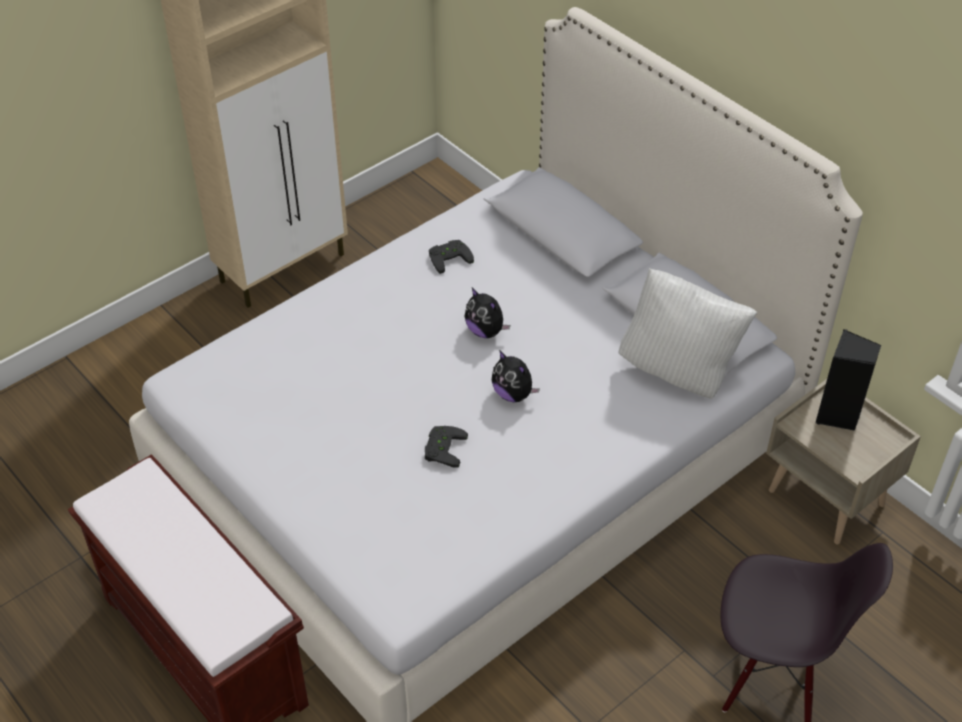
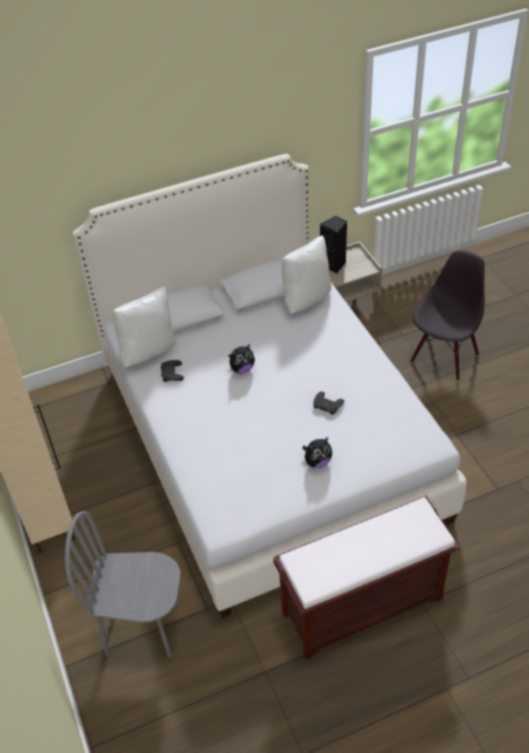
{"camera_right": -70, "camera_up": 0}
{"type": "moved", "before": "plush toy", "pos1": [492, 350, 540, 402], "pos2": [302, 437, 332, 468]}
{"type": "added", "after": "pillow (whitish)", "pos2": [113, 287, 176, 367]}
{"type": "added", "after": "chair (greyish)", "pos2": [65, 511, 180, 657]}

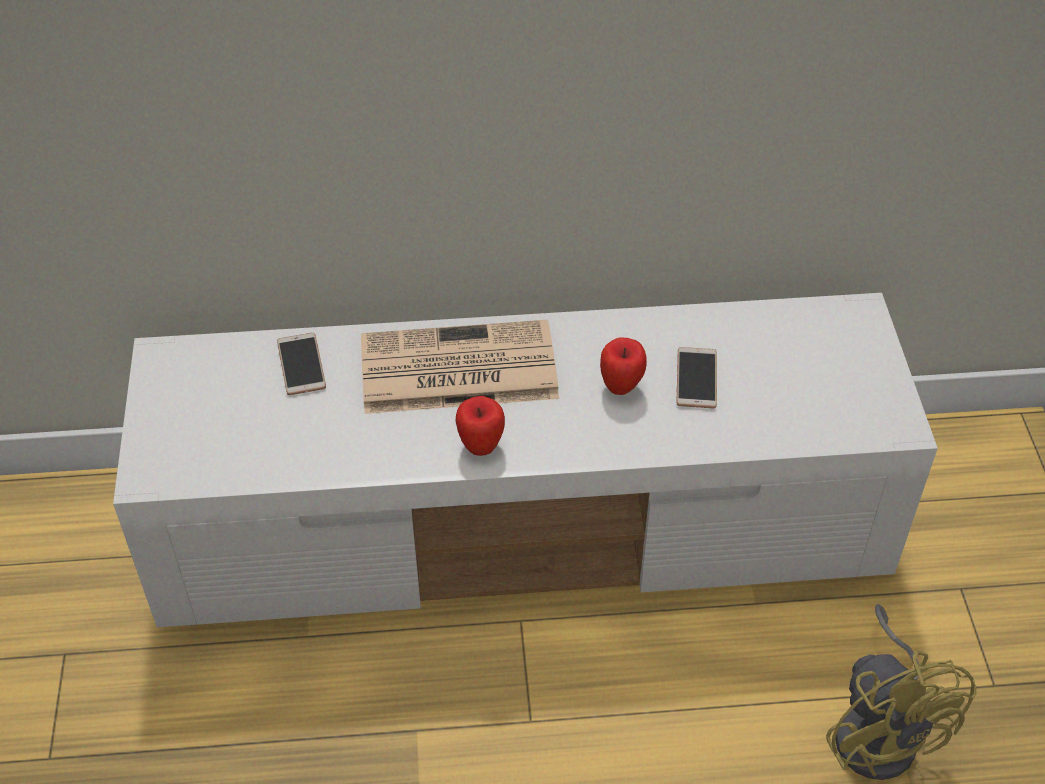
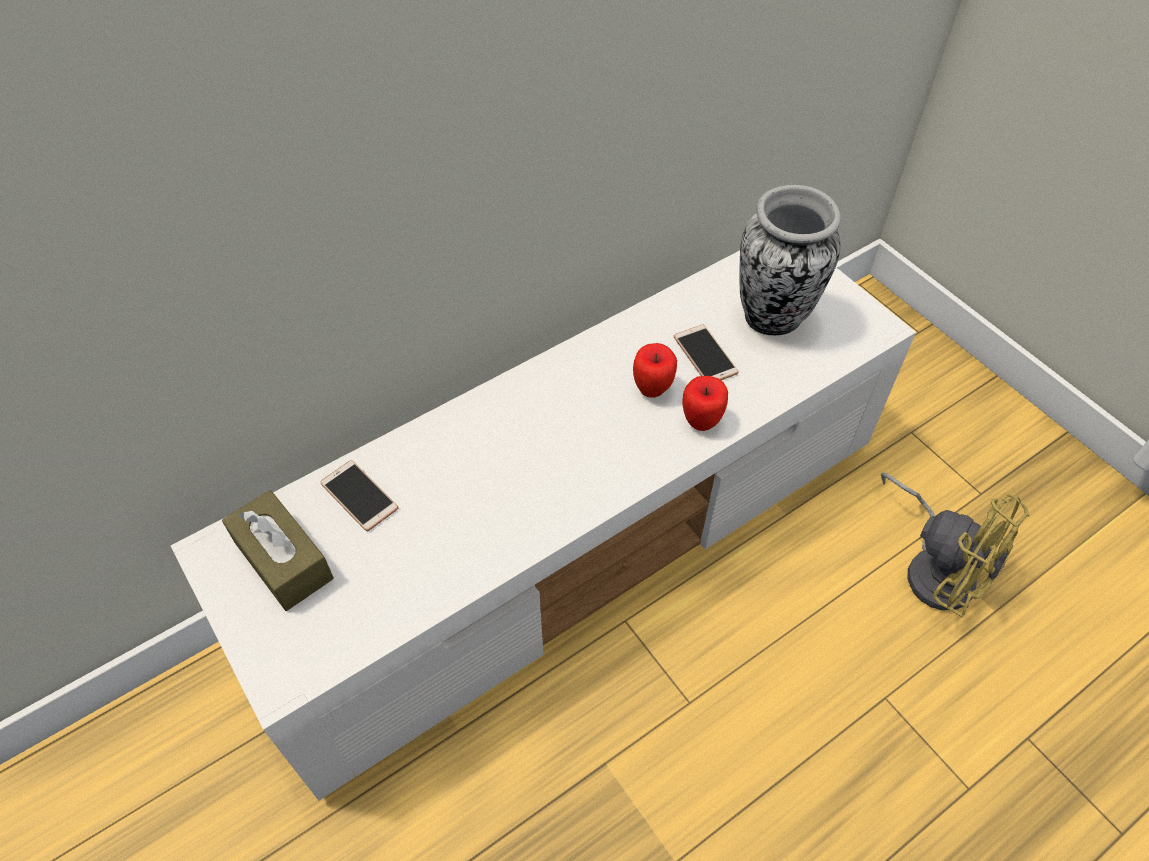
{"camera_right": -30, "camera_up": 5}
{"type": "removed", "before": "newspaper", "pos1": [361, 320, 559, 414]}
{"type": "moved", "before": "apple", "pos1": [455, 396, 505, 456], "pos2": [682, 376, 728, 431]}
{"type": "added", "after": "flower vase", "pos2": [740, 185, 841, 336]}
{"type": "added", "after": "box of tissues (brown-coloured)", "pos2": [222, 490, 334, 611]}

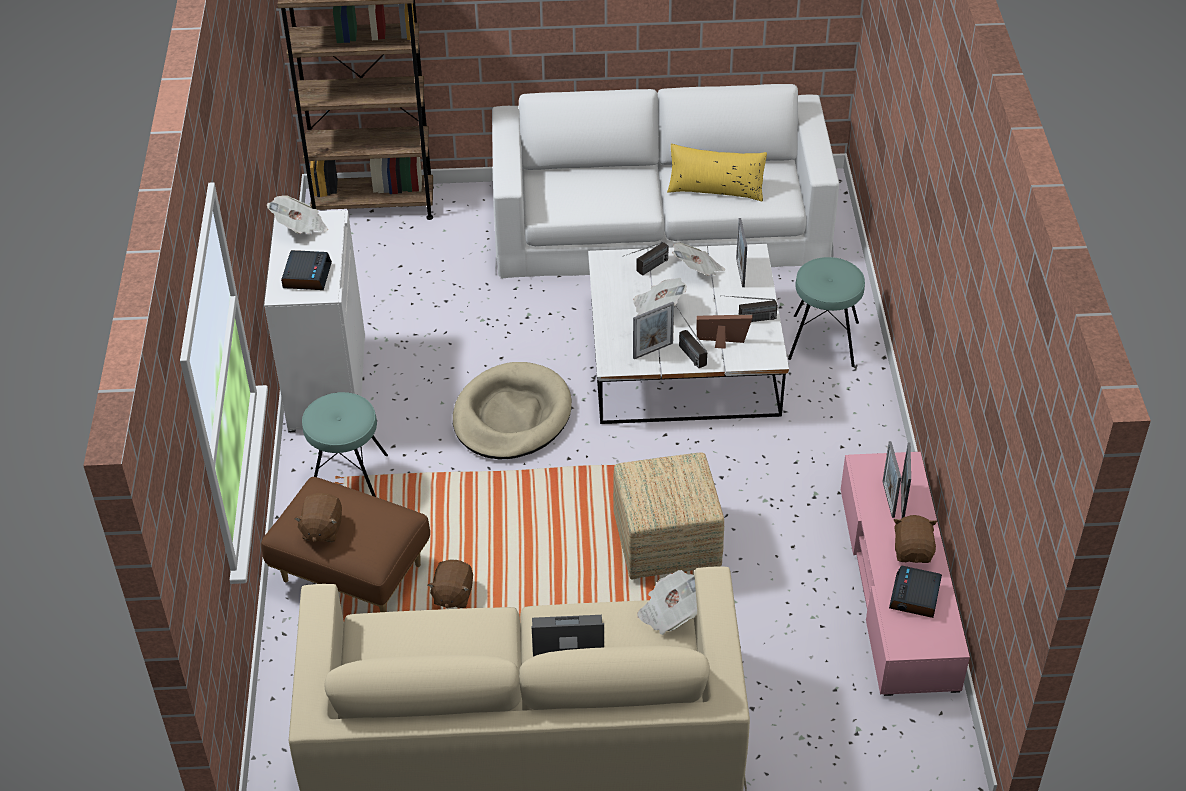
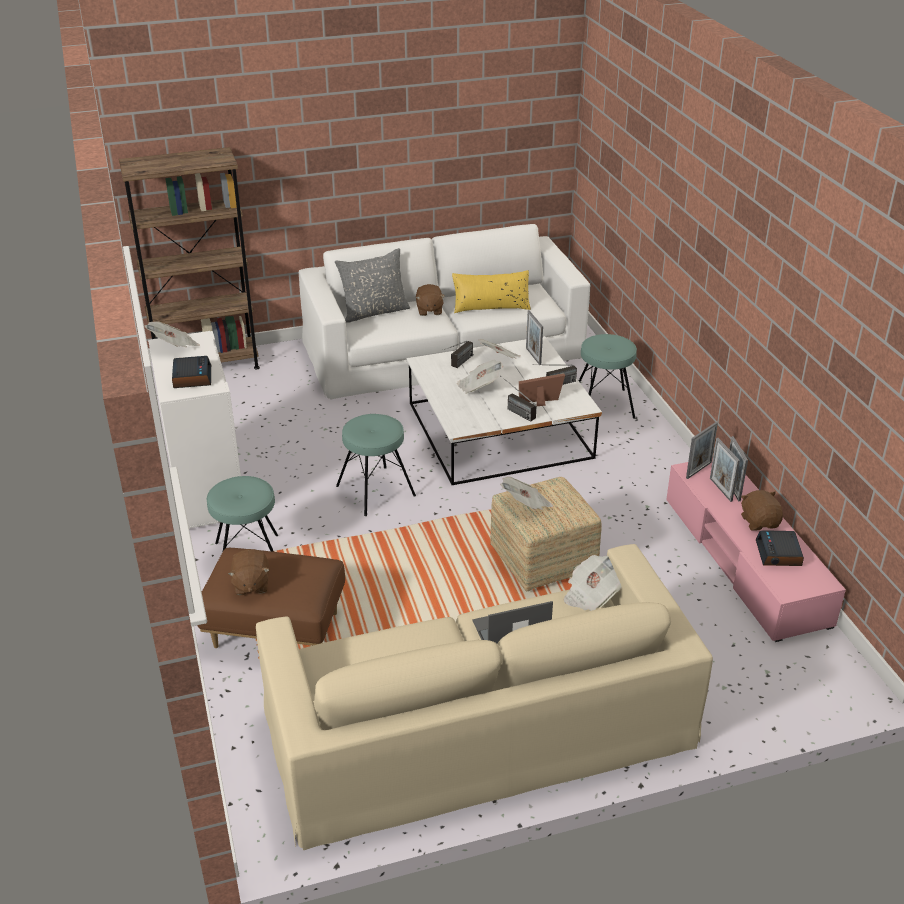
{"camera_right": -15, "camera_up": -10}
{"type": "moved", "before": "photo frame", "pos1": [633, 302, 674, 359], "pos2": [686, 422, 718, 479]}
{"type": "replaced", "before": "dog bed (beige)", "after": "stool (turquoise-coloured)", "pos1": [453, 362, 572, 459], "pos2": [336, 414, 416, 516]}
{"type": "moved", "before": "plush toy (brown-coloured)", "pos1": [428, 560, 473, 608], "pos2": [416, 284, 445, 316]}
{"type": "added", "after": "pillow (greyish)", "pos2": [335, 248, 410, 323]}
{"type": "added", "after": "newspaper", "pos2": [500, 477, 553, 510]}

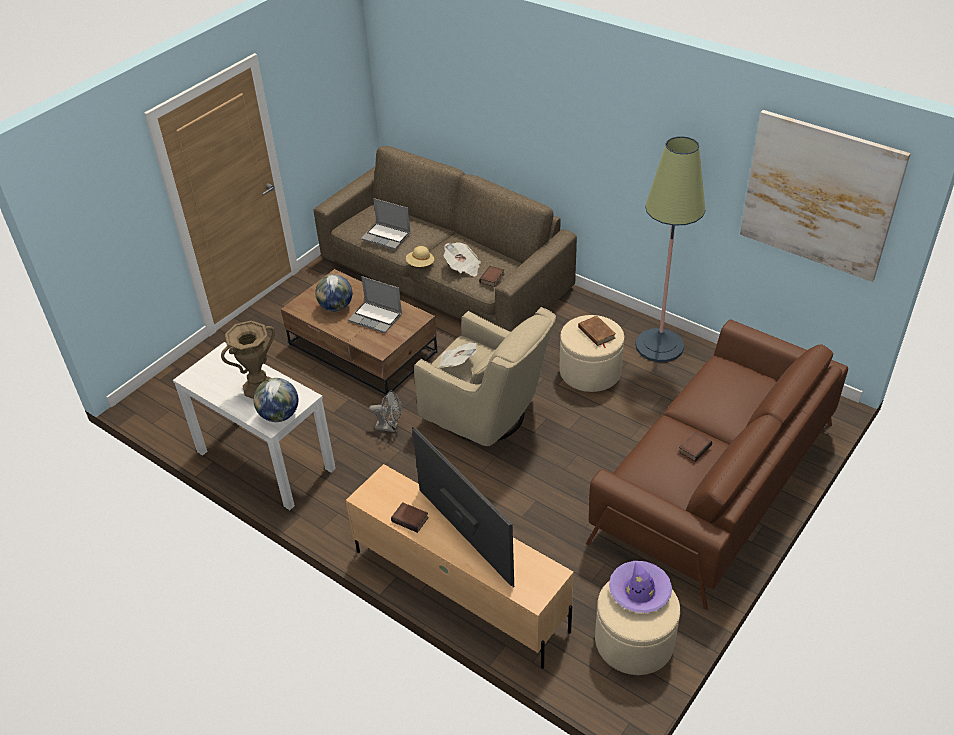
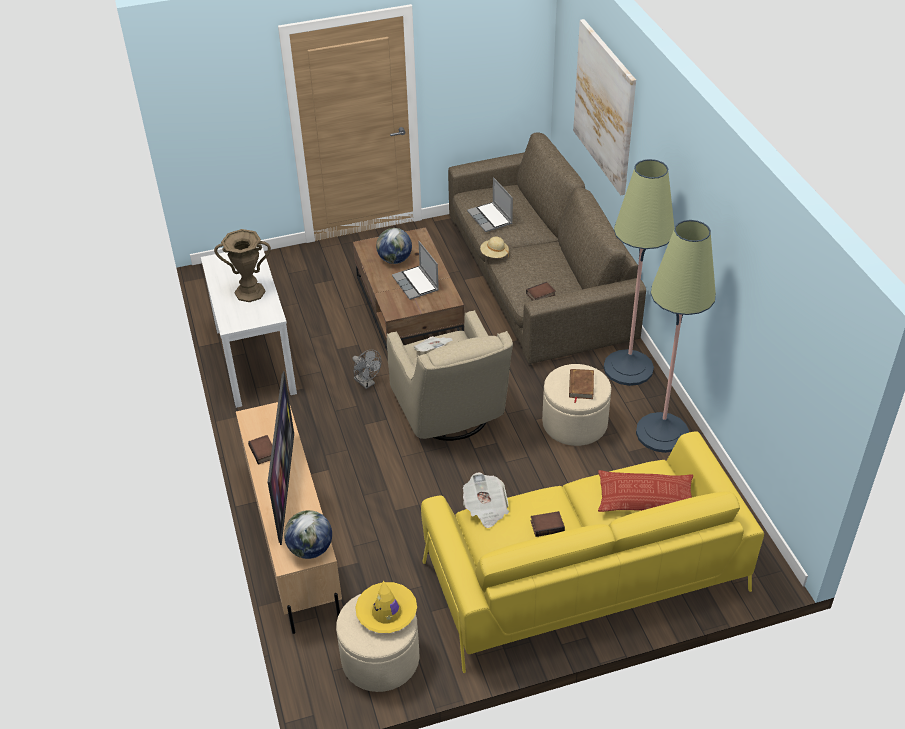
{"camera_right": 35, "camera_up": 0}
{"type": "moved", "before": "picture", "pos1": [740, 110, 911, 282], "pos2": [573, 19, 636, 195]}
{"type": "moved", "before": "newspaper", "pos1": [443, 242, 481, 277], "pos2": [463, 472, 509, 528]}
{"type": "recoloured", "before": "couch (brown-coloured)", "after": "couch (yellow-coloured)", "pos1": [586, 319, 848, 610], "pos2": [421, 431, 764, 673]}
{"type": "moved", "before": "globe", "pos1": [254, 378, 298, 422], "pos2": [284, 510, 332, 559]}
{"type": "recoloured", "before": "clothing hat (purple-coloured)", "after": "clothing hat (yellow-coloured)", "pos1": [609, 561, 672, 613], "pos2": [355, 581, 417, 633]}
{"type": "added", "after": "standing lamp", "pos2": [604, 159, 674, 386]}
{"type": "added", "after": "pillow", "pos2": [598, 470, 693, 512]}

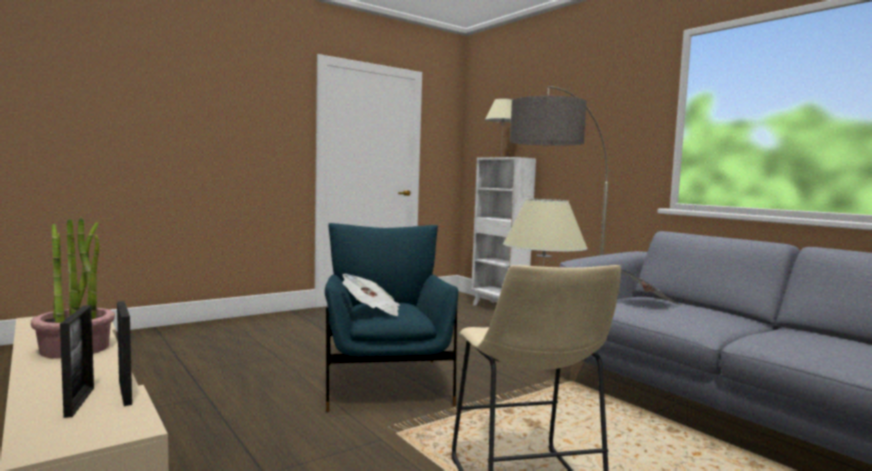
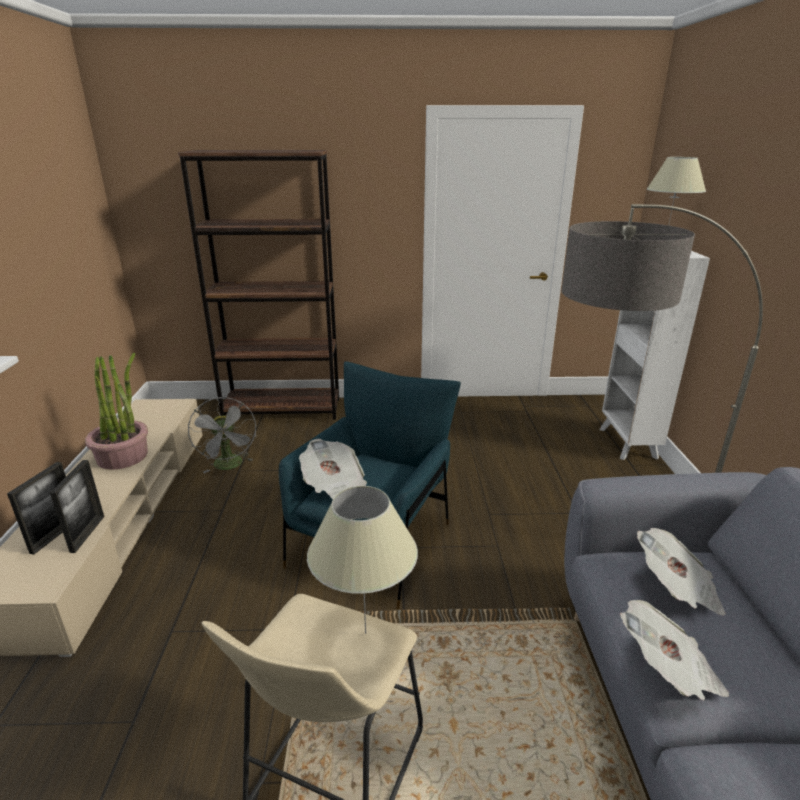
{"camera_right": 35, "camera_up": 20}
{"type": "added", "after": "bookcase (brown-coloured)", "pos2": [178, 150, 339, 420]}
{"type": "added", "after": "electric fan (greyish)", "pos2": [188, 397, 256, 473]}
{"type": "added", "after": "newspaper", "pos2": [620, 600, 729, 700]}

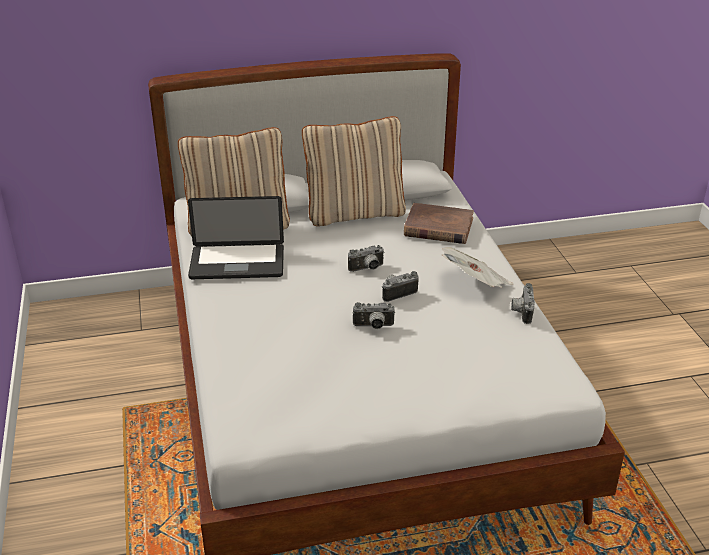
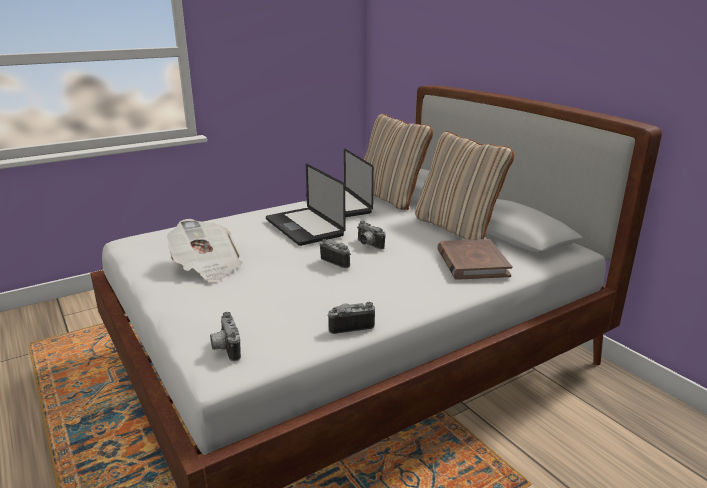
{"camera_right": 70, "camera_up": -10}
{"type": "moved", "before": "newspaper", "pos1": [442, 247, 513, 288], "pos2": [167, 219, 242, 283]}
{"type": "moved", "before": "still camera", "pos1": [352, 302, 395, 329], "pos2": [210, 312, 241, 361]}
{"type": "added", "after": "notebook computer", "pos2": [266, 164, 345, 246]}

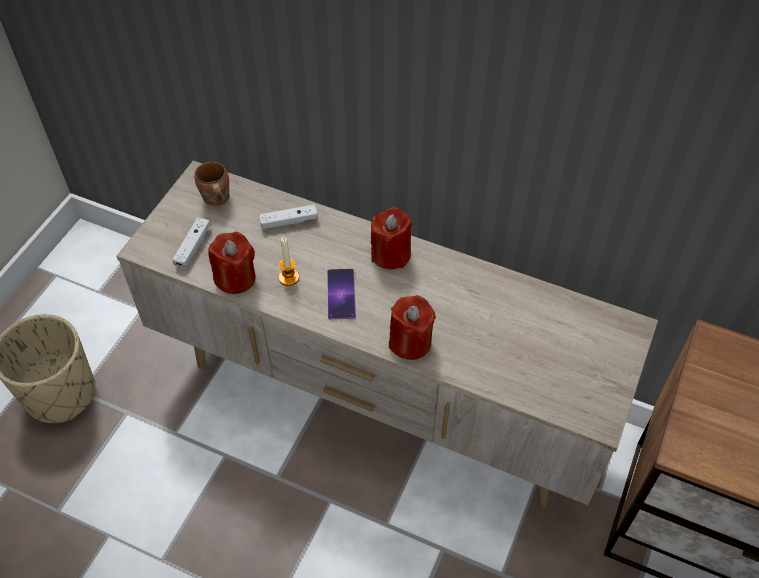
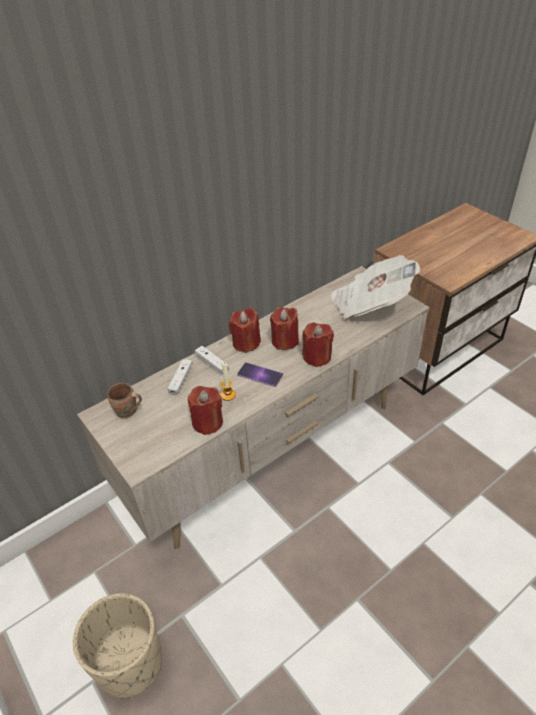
{"camera_right": -60, "camera_up": -10}
{"type": "moved", "before": "joypad (whitish)", "pos1": [172, 217, 211, 269], "pos2": [195, 346, 229, 375]}
{"type": "added", "after": "newspaper", "pos2": [331, 255, 420, 319]}
{"type": "added", "after": "candle (reddish)", "pos2": [270, 307, 299, 350]}

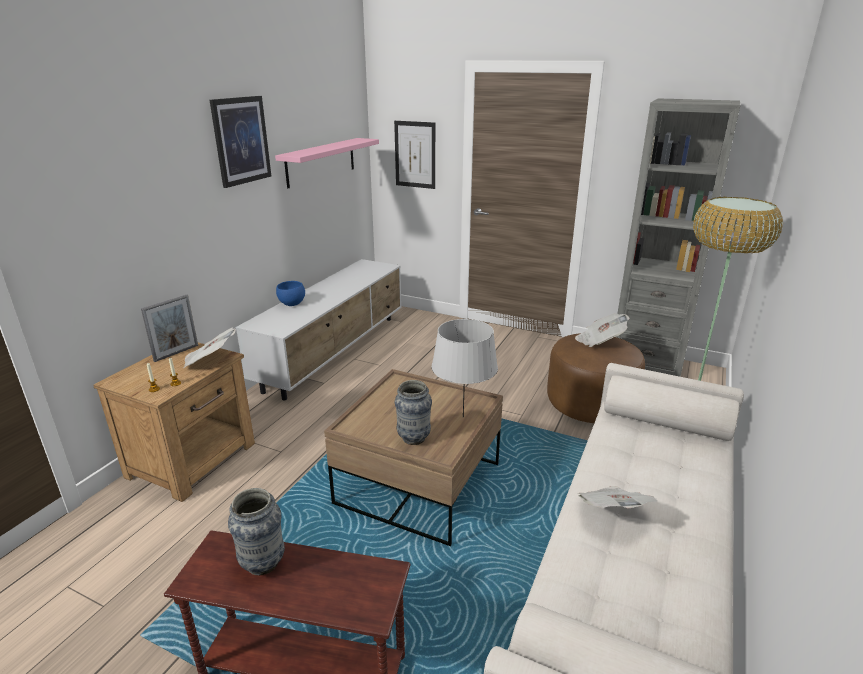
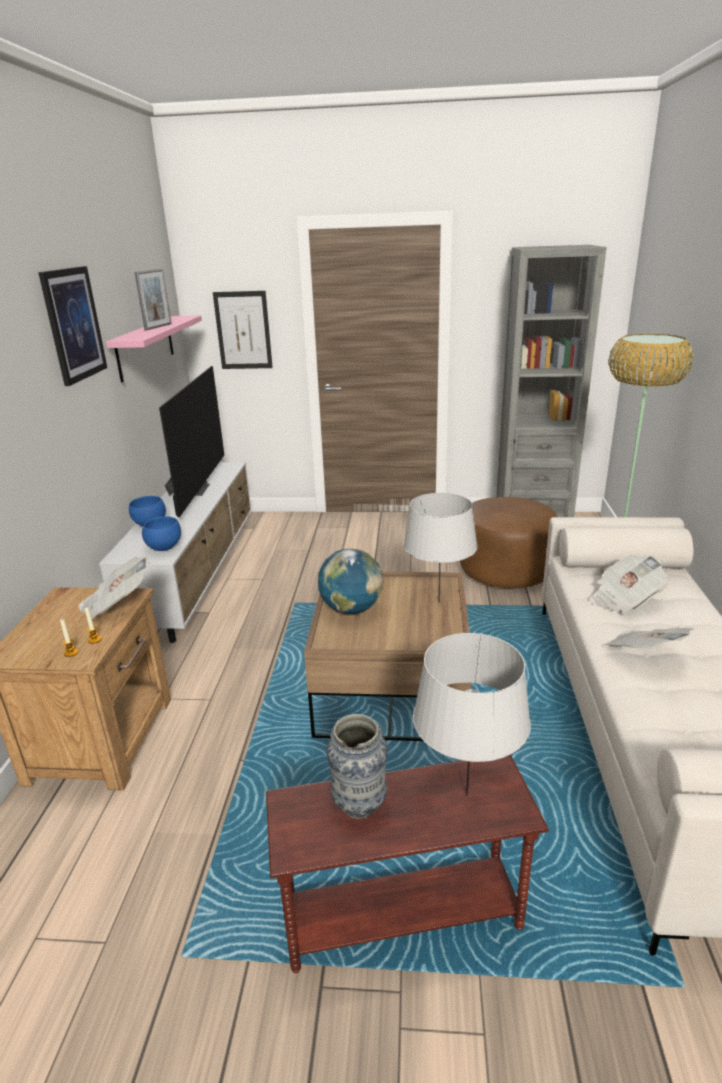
{"camera_right": -20, "camera_up": 0}
{"type": "moved", "before": "photo frame", "pos1": [141, 295, 198, 362], "pos2": [135, 269, 172, 331]}
{"type": "moved", "before": "newspaper", "pos1": [575, 313, 630, 347], "pos2": [590, 555, 669, 614]}
{"type": "removed", "before": "flower vase", "pos1": [394, 380, 432, 445]}
{"type": "added", "after": "TV", "pos2": [159, 366, 224, 517]}
{"type": "added", "after": "serving bowl (blue-coloured)", "pos2": [142, 516, 181, 551]}
{"type": "added", "after": "globe", "pos2": [318, 549, 383, 614]}
{"type": "added", "after": "table lamp (greyish)", "pos2": [413, 633, 531, 796]}

